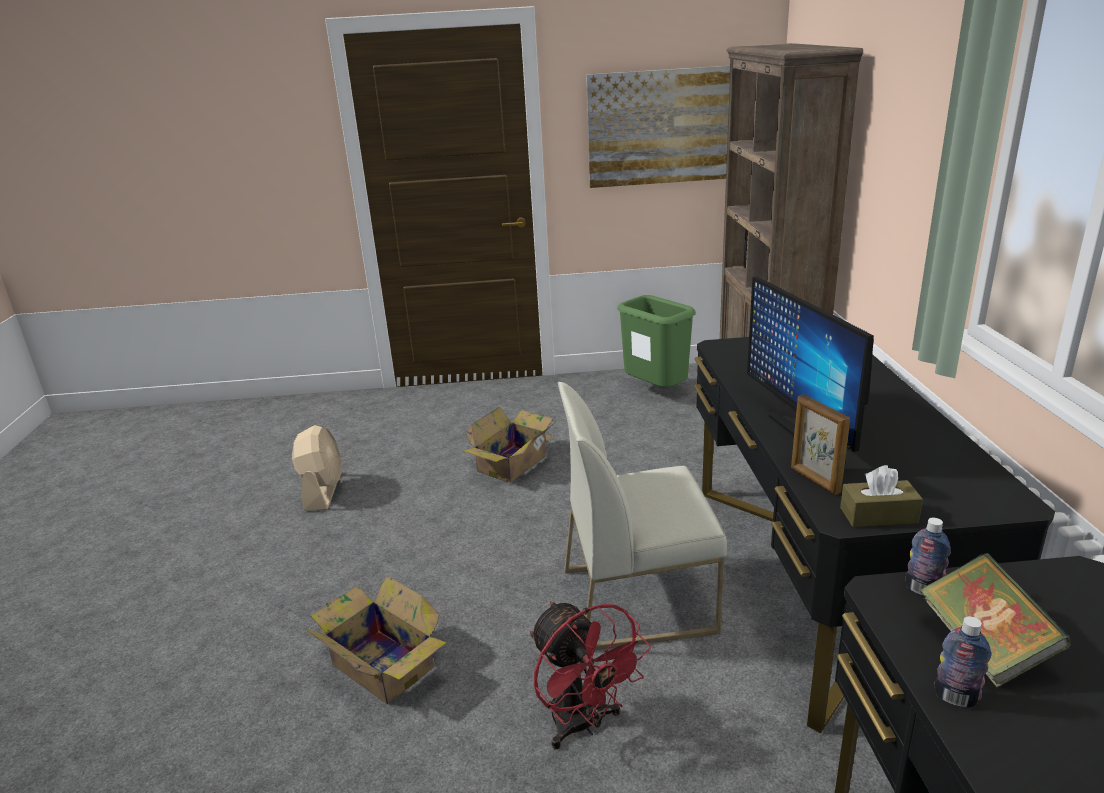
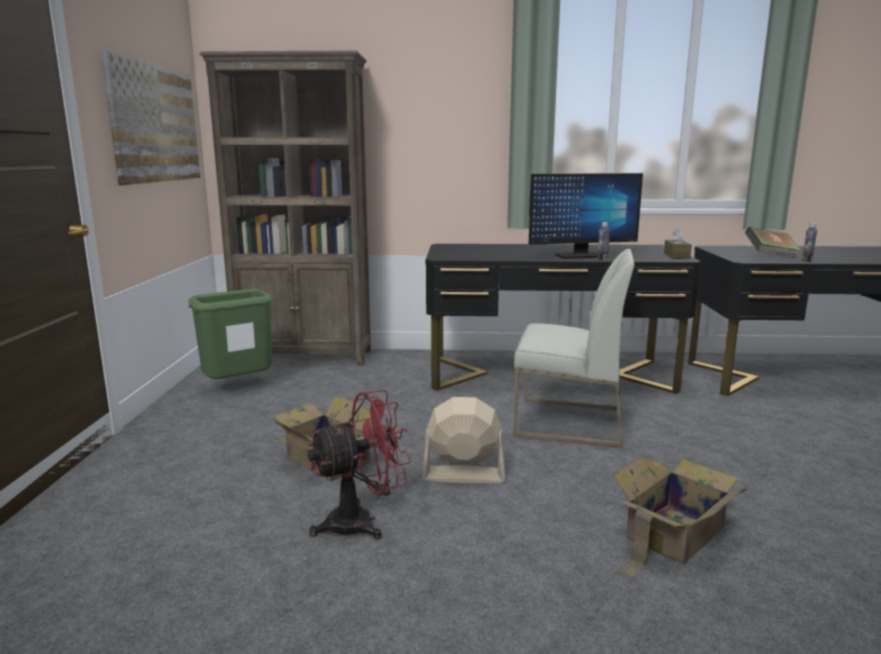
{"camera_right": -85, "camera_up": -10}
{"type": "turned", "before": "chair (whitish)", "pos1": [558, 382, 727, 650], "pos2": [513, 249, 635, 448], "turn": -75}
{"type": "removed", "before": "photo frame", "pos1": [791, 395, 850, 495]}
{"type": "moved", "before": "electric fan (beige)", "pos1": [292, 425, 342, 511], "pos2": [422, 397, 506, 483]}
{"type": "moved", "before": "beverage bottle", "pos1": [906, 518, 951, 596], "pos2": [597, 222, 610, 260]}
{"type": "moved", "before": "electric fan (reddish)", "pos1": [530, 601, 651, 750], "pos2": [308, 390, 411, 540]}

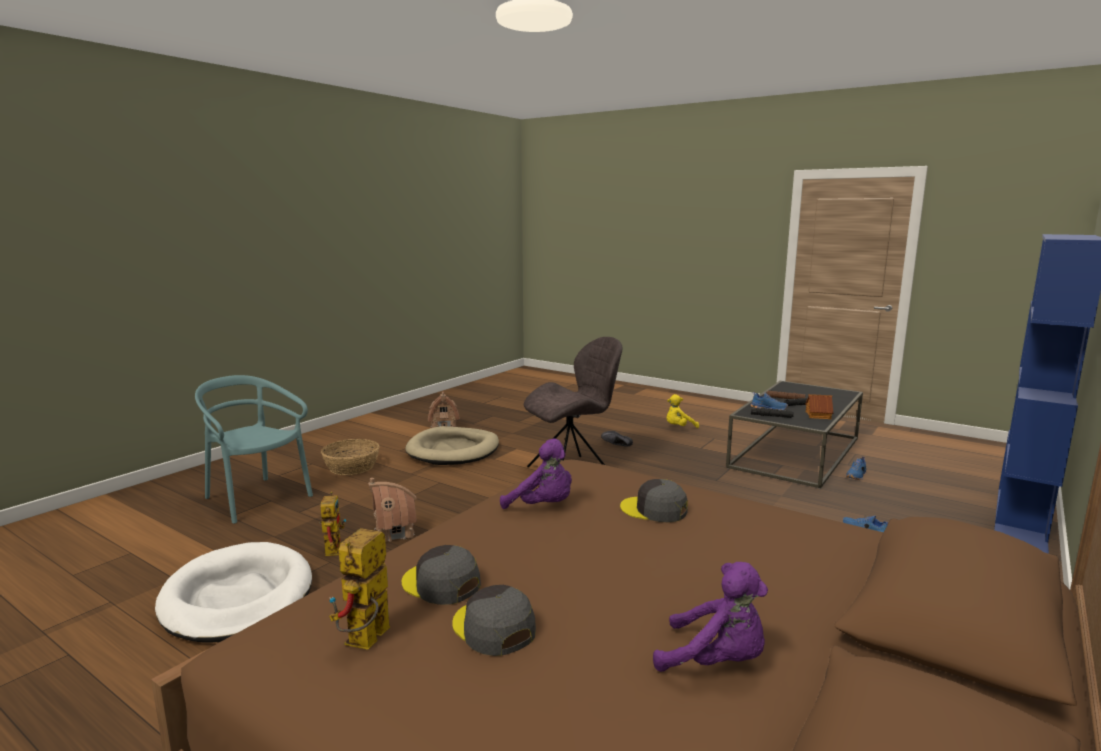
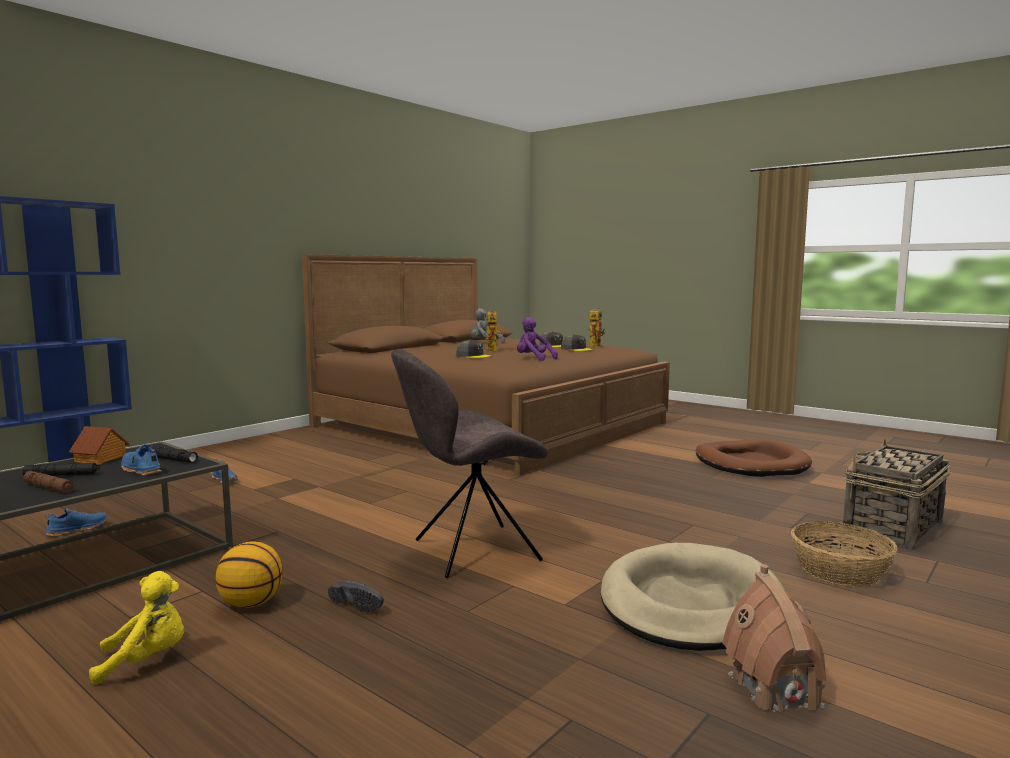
{"camera_right": -175, "camera_up": -5}
{"type": "replaced", "before": "chair (turquoise-coloured)", "after": "household basket", "pos1": [195, 375, 313, 524], "pos2": [843, 439, 950, 550]}
{"type": "removed", "before": "model house", "pos1": [368, 478, 417, 542]}
{"type": "moved", "before": "robot figure", "pos1": [319, 491, 346, 556], "pos2": [483, 310, 503, 352]}
{"type": "recoloured", "before": "dog bed (whitish)", "after": "dog bed (brown-coloured)", "pos1": [155, 542, 312, 643], "pos2": [696, 439, 812, 477]}
{"type": "recoloured", "before": "plush toy (purple-coloured)", "after": "plush toy (greyish)", "pos1": [653, 562, 768, 672], "pos2": [471, 308, 505, 343]}
{"type": "added", "after": "basketball ball", "pos2": [216, 541, 283, 608]}

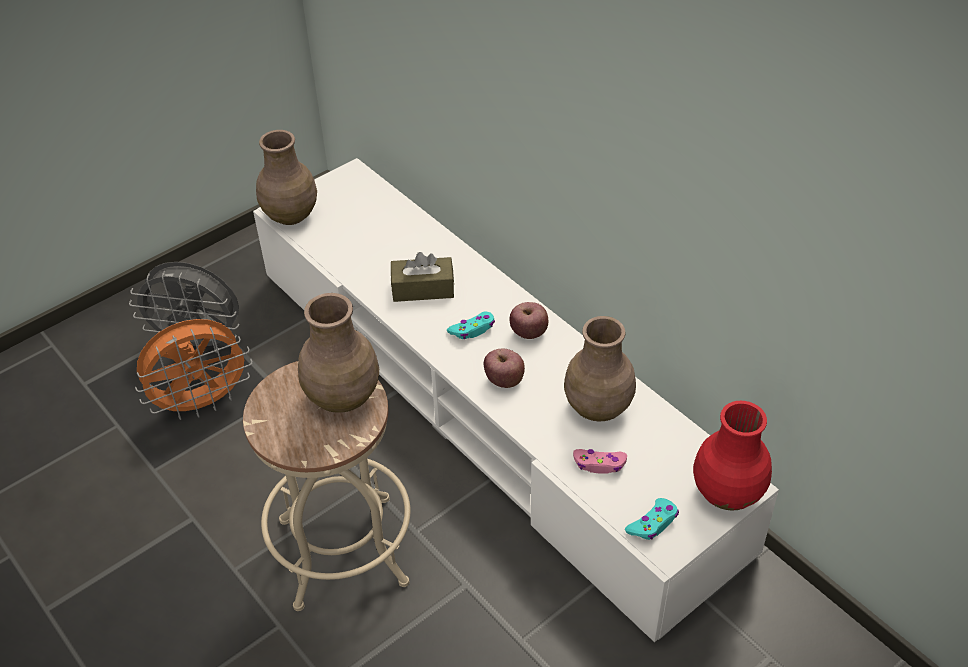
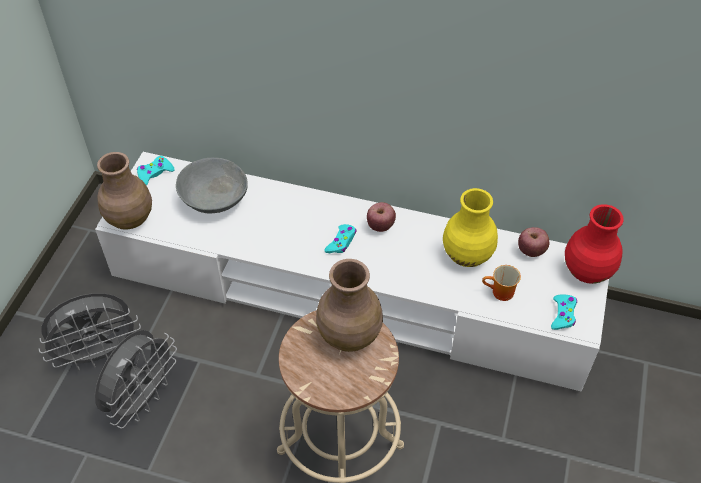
{"camera_right": -35, "camera_up": 5}
{"type": "removed", "before": "box of tissues (brown-coloured)", "pos1": [391, 252, 454, 302]}
{"type": "recoloured", "before": "flower vase (brown-coloured)", "after": "flower vase (yellow-coloured)", "pos1": [564, 316, 636, 421], "pos2": [443, 188, 498, 267]}
{"type": "recoloured", "before": "electric fan (orange)", "after": "electric fan (greyish)", "pos1": [135, 319, 253, 420], "pos2": [95, 330, 177, 429]}
{"type": "moved", "before": "apple", "pos1": [484, 349, 525, 388], "pos2": [518, 227, 549, 257]}
{"type": "replaced", "before": "joypad (pinkish)", "after": "coffee mug", "pos1": [573, 449, 627, 474], "pos2": [482, 265, 521, 301]}
{"type": "added", "after": "joypad (turquoise-coloured)", "pos2": [137, 156, 175, 186]}
{"type": "added", "after": "serving bowl (greyish)", "pos2": [176, 158, 248, 214]}

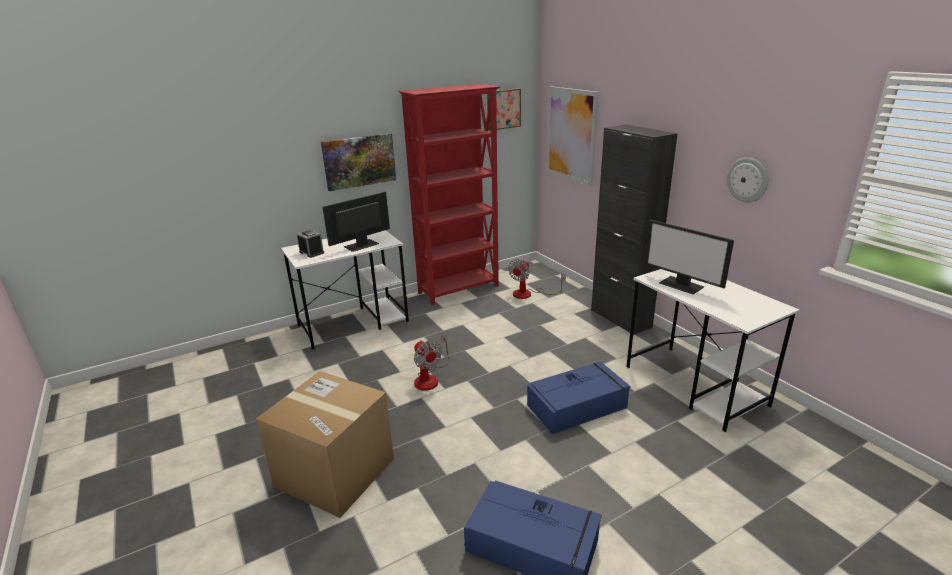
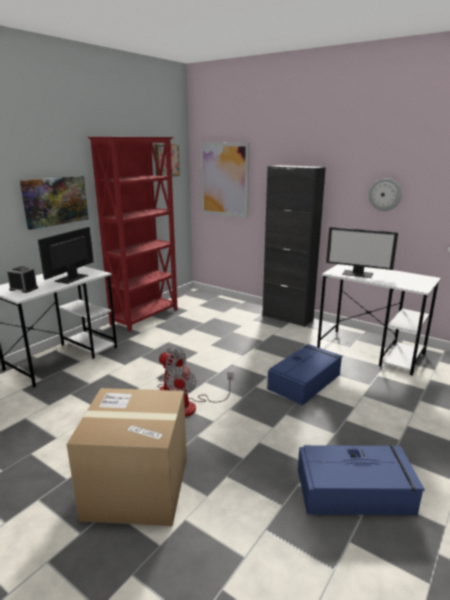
{"camera_right": -25, "camera_up": -5}
{"type": "moved", "before": "electric fan", "pos1": [508, 259, 566, 299], "pos2": [165, 365, 233, 416]}

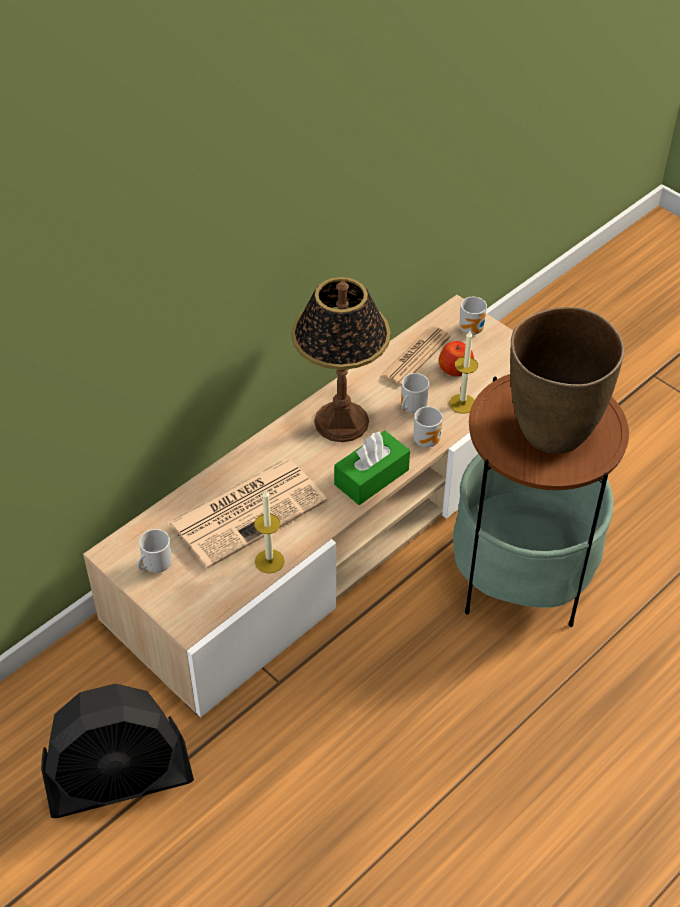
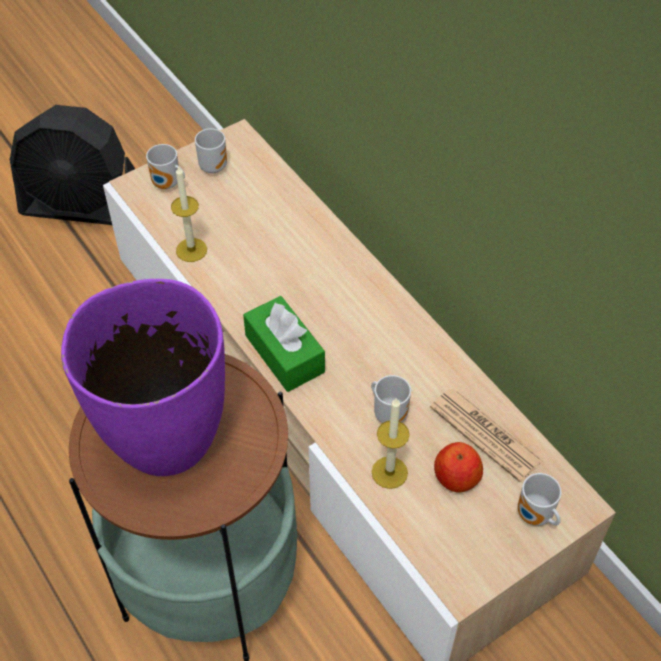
{"camera_right": 100, "camera_up": 5}
{"type": "removed", "before": "table lamp", "pos1": [291, 277, 391, 442]}
{"type": "recoloured", "before": "flower vase (brown-coloured)", "after": "flower vase (purple-coloured)", "pos1": [510, 307, 624, 454], "pos2": [61, 279, 225, 476]}
{"type": "moved", "before": "coffee mug", "pos1": [414, 407, 443, 448], "pos2": [146, 144, 185, 189]}
{"type": "removed", "before": "newspaper", "pos1": [167, 459, 327, 569]}
{"type": "turned", "before": "electric fan (black-coloured)", "pos1": [41, 684, 194, 818], "pos2": [10, 105, 135, 225], "turn": -75}

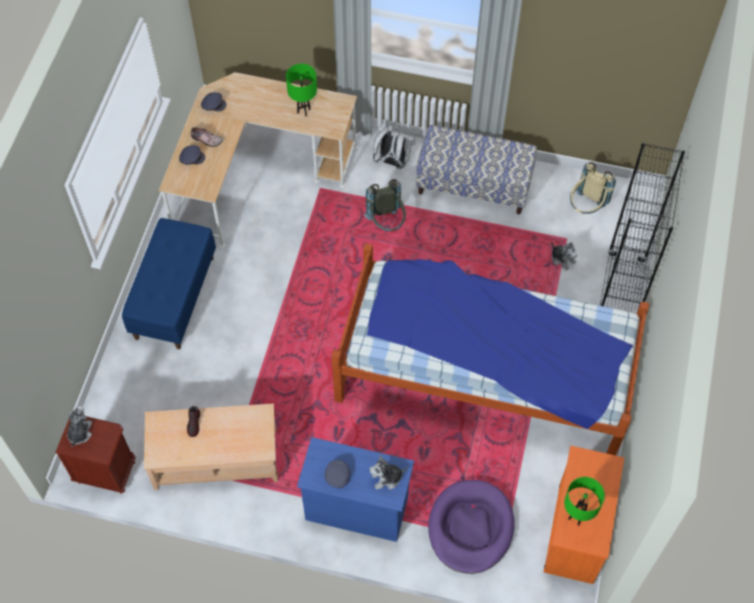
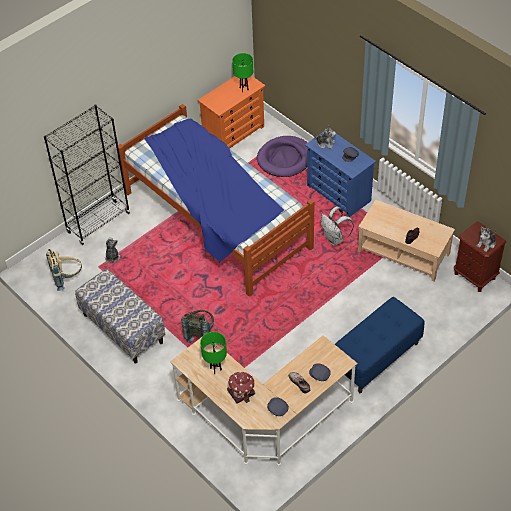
{"camera_right": -145, "camera_up": -10}
{"type": "moved", "before": "backpack (whitish)", "pos1": [373, 126, 415, 169], "pos2": [321, 206, 354, 246]}
{"type": "added", "after": "model house", "pos2": [227, 371, 255, 404]}

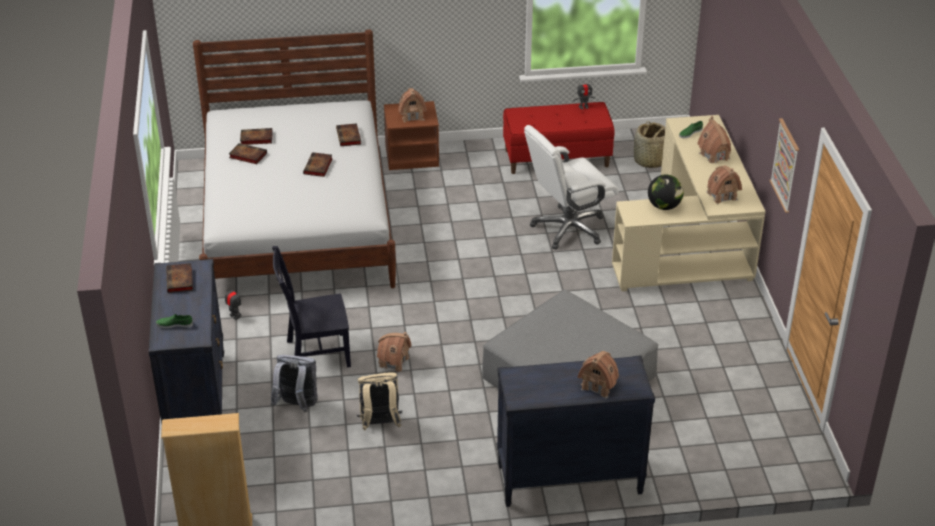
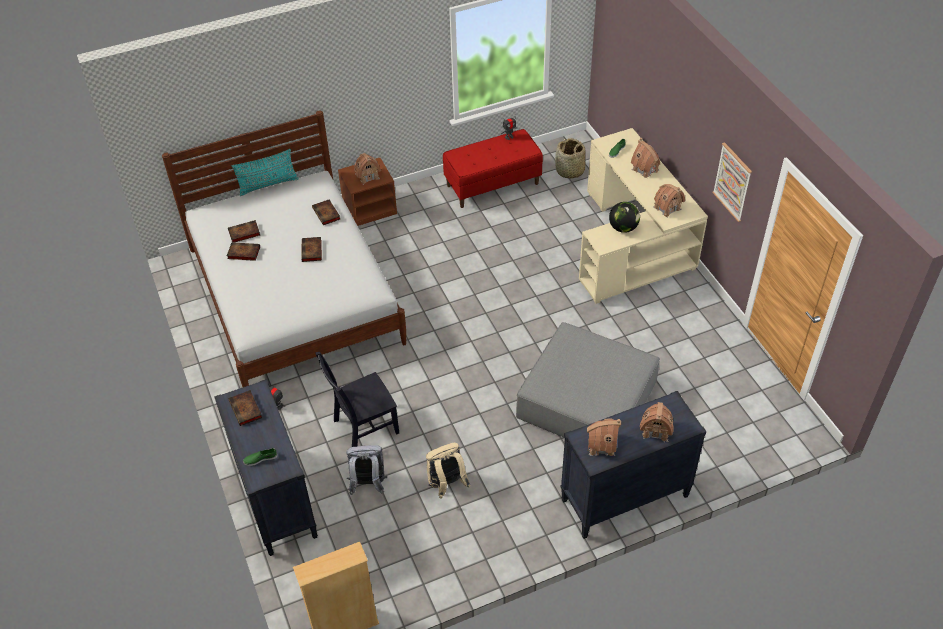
{"camera_right": -15, "camera_up": 10}
{"type": "removed", "before": "office chair (whitish)", "pos1": [524, 125, 619, 249]}
{"type": "moved", "before": "model house", "pos1": [377, 332, 411, 372], "pos2": [587, 419, 621, 456]}
{"type": "added", "after": "pillow (turquoise-coloured)", "pos2": [232, 149, 299, 196]}

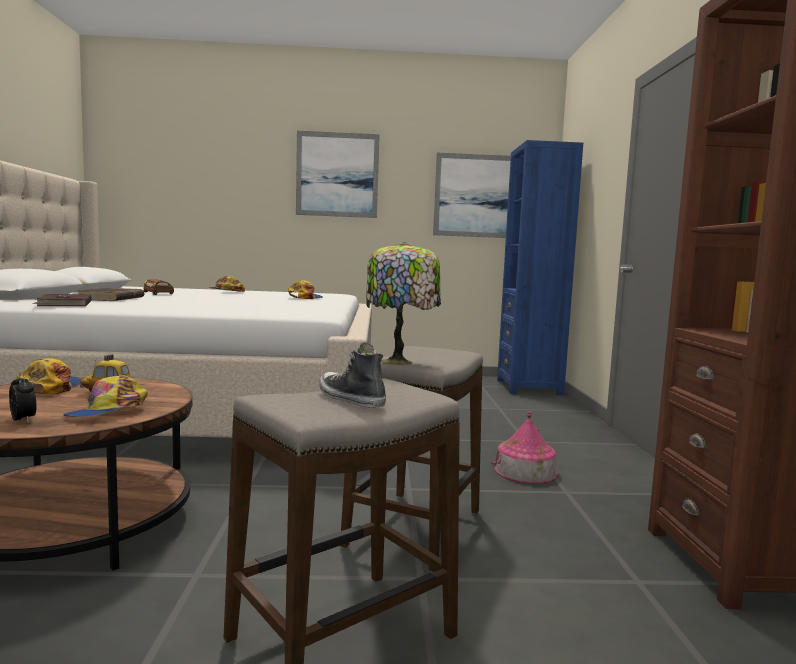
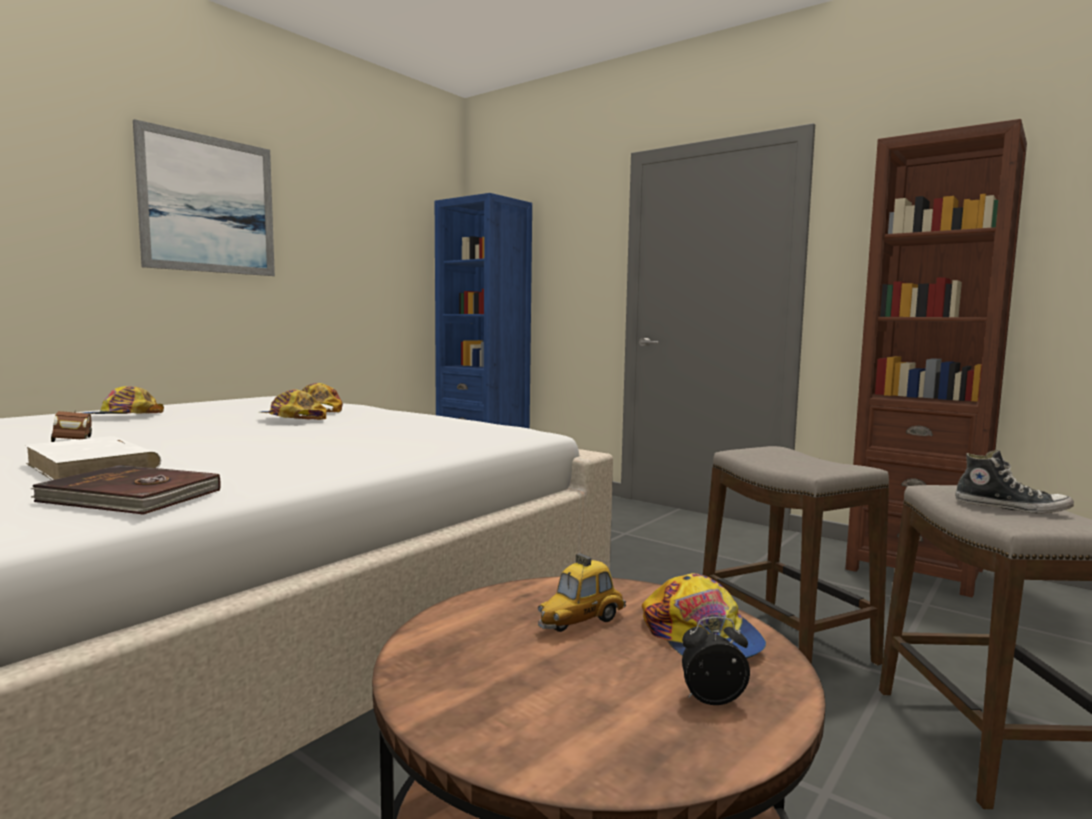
{"camera_right": -50, "camera_up": 0}
{"type": "removed", "before": "picture", "pos1": [433, 153, 511, 238]}
{"type": "removed", "before": "table lamp", "pos1": [366, 242, 441, 365]}
{"type": "recoloured", "before": "volume (brown-coloured)", "after": "volume (whitish)", "pos1": [78, 288, 145, 301], "pos2": [24, 436, 161, 480]}
{"type": "turned", "before": "low shoe", "pos1": [319, 342, 386, 408], "pos2": [955, 450, 1074, 514], "turn": -150}
{"type": "moved", "before": "peaked cap", "pos1": [17, 358, 82, 395], "pos2": [260, 389, 327, 420]}
{"type": "removed", "before": "model house", "pos1": [491, 412, 557, 484]}

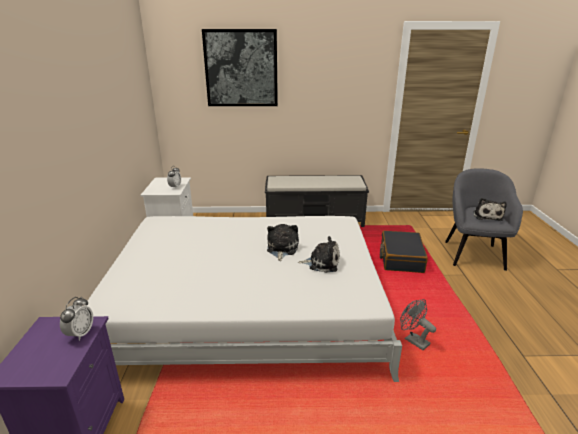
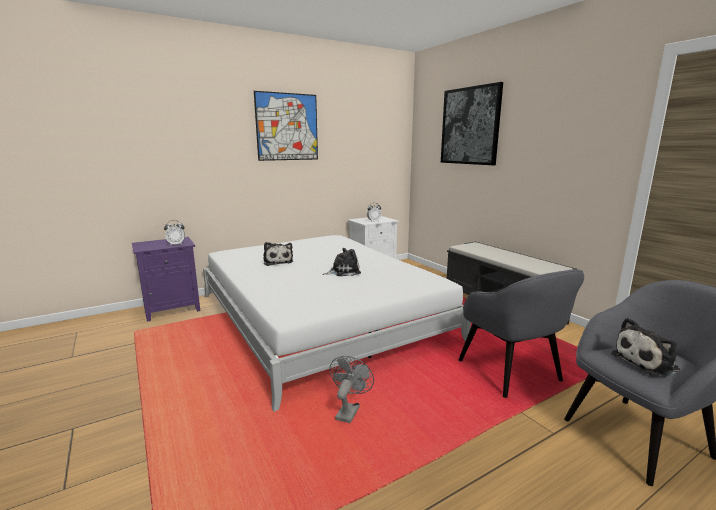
{"camera_right": 60, "camera_up": -10}
{"type": "replaced", "before": "travel case (black-coloured)", "after": "easy chair (greyish)", "pos1": [380, 231, 428, 273], "pos2": [458, 269, 584, 398]}
{"type": "moved", "before": "plush toy", "pos1": [298, 236, 340, 273], "pos2": [263, 242, 293, 266]}
{"type": "added", "after": "picture", "pos2": [254, 91, 318, 161]}

